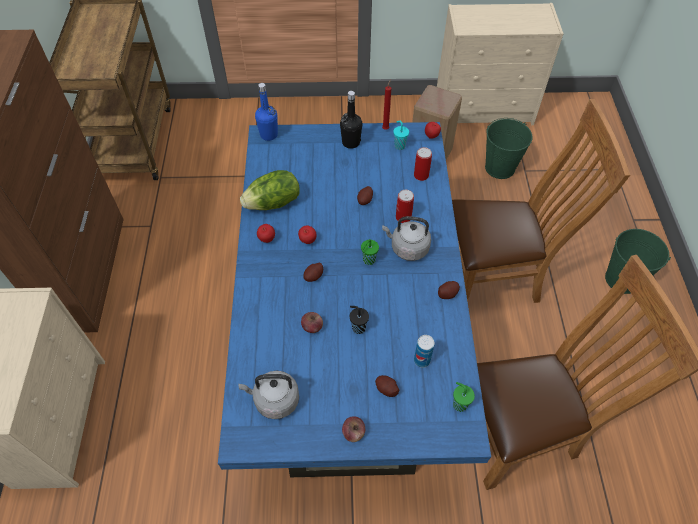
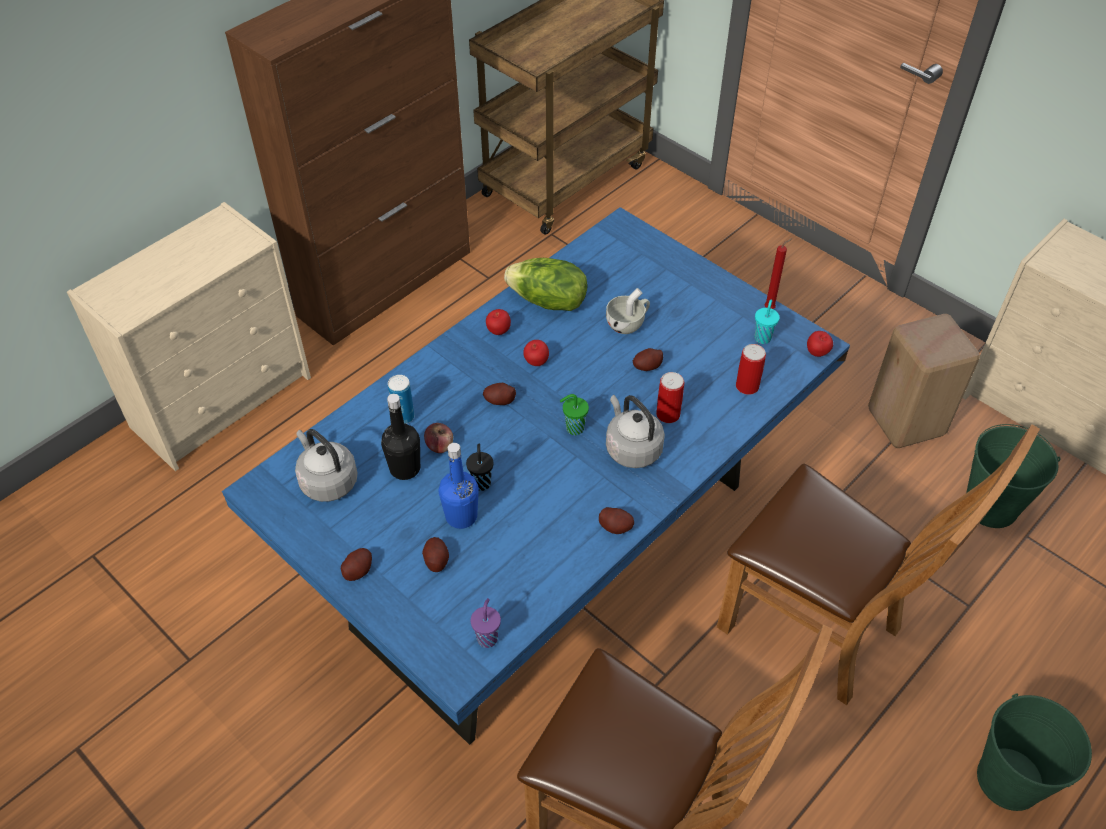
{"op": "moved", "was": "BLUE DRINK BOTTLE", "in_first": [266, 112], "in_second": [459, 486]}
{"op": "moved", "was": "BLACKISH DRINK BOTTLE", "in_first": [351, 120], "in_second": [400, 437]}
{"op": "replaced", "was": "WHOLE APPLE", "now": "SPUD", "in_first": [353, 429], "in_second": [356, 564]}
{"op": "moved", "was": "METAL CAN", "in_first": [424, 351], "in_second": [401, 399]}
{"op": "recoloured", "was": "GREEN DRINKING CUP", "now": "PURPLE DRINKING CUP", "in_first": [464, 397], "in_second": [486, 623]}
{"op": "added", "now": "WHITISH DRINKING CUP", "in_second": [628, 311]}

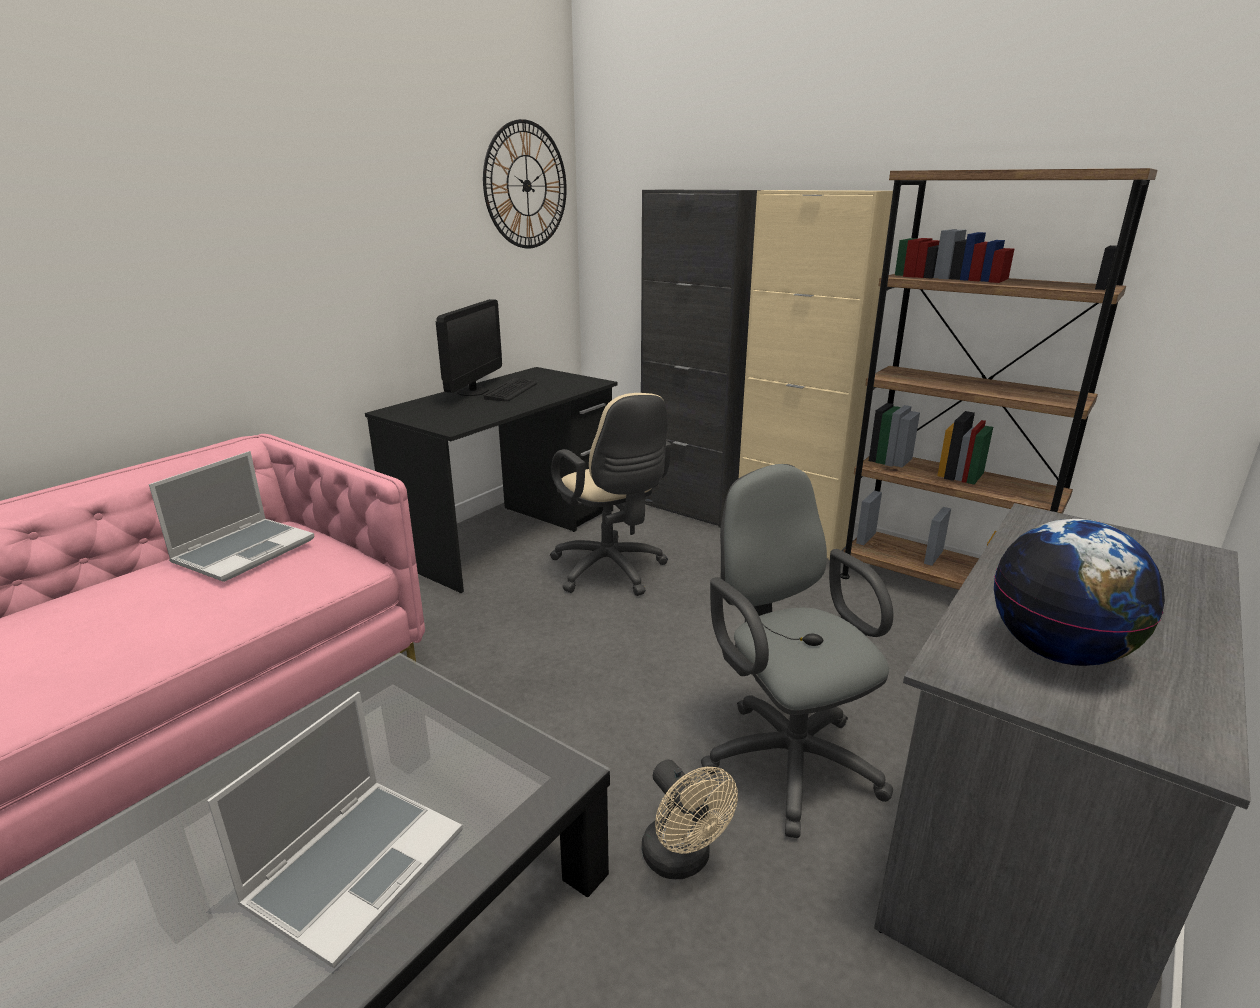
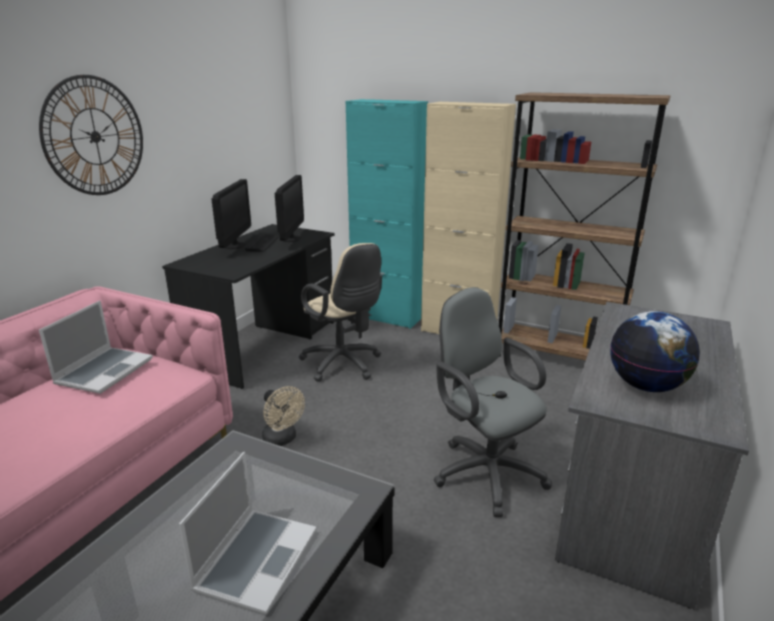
{"op": "moved", "was": "HANGING CLOCK", "in_first": [525, 183], "in_second": [91, 135]}
{"op": "recoloured", "was": "BLACKISH CABINET", "now": "TURQUOISE CABINET", "in_first": [699, 358], "in_second": [387, 214]}
{"op": "moved", "was": "SAND-COLOURED FAN", "in_first": [690, 819], "in_second": [283, 416]}
{"op": "added", "now": "COMPUTER DISPLAY", "in_second": [289, 208]}

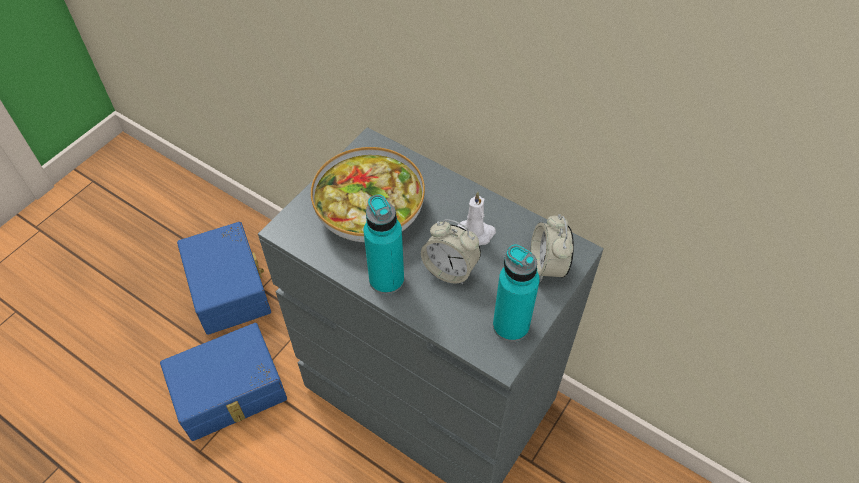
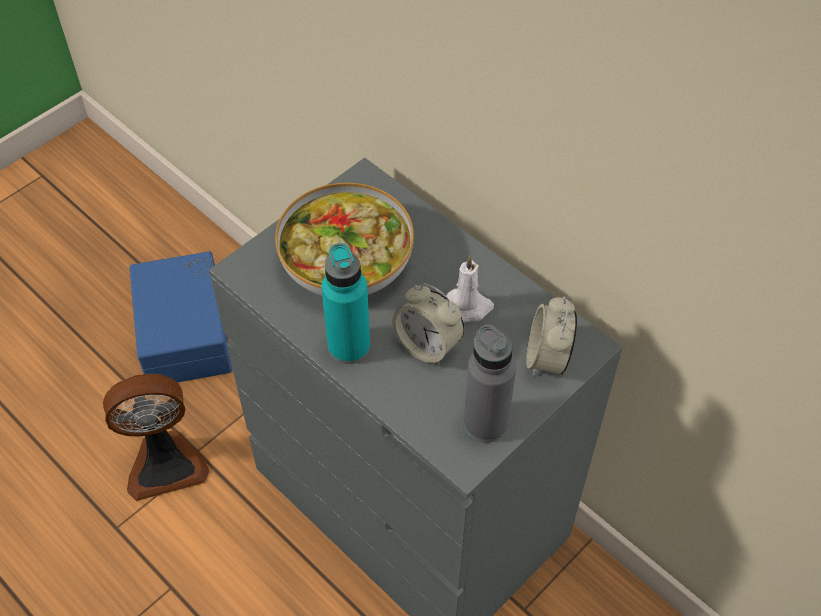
{"op": "replaced", "was": "BLUE STORAGE BOX", "now": "FAN", "in_first": [223, 382], "in_second": [156, 437]}
{"op": "recoloured", "was": "TURQUOISE DRINK BOTTLE", "now": "GREY DRINK BOTTLE", "in_first": [516, 293], "in_second": [490, 383]}

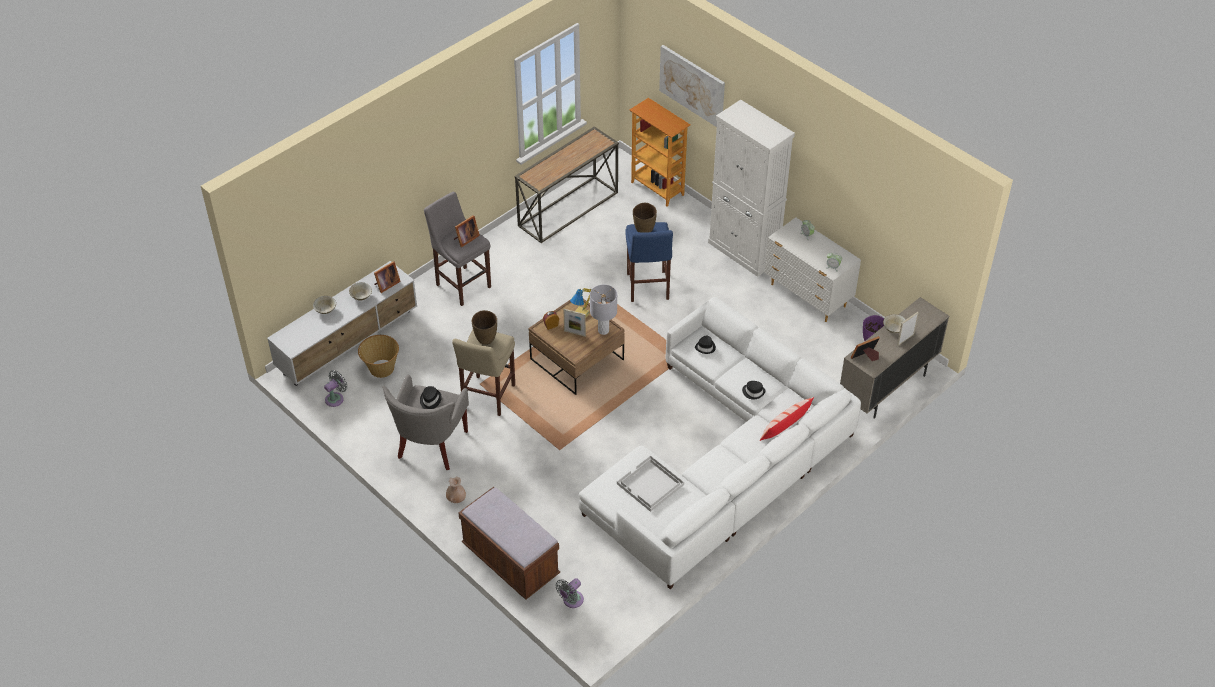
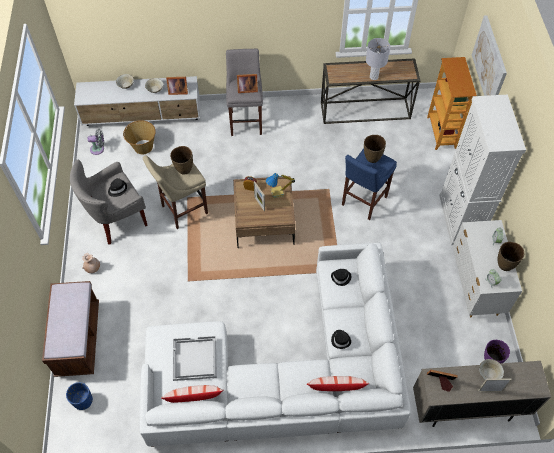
{"op": "replaced", "was": "GREY FAN", "now": "BLUE PLANT POT", "in_first": [570, 593], "in_second": [79, 396]}
{"op": "moved", "was": "GREY TABLE LAMP", "in_first": [603, 309], "in_second": [378, 59]}
{"op": "added", "now": "THROW PILLOW", "in_second": [192, 394]}
{"op": "added", "now": "BROWN VASE", "in_second": [511, 256]}

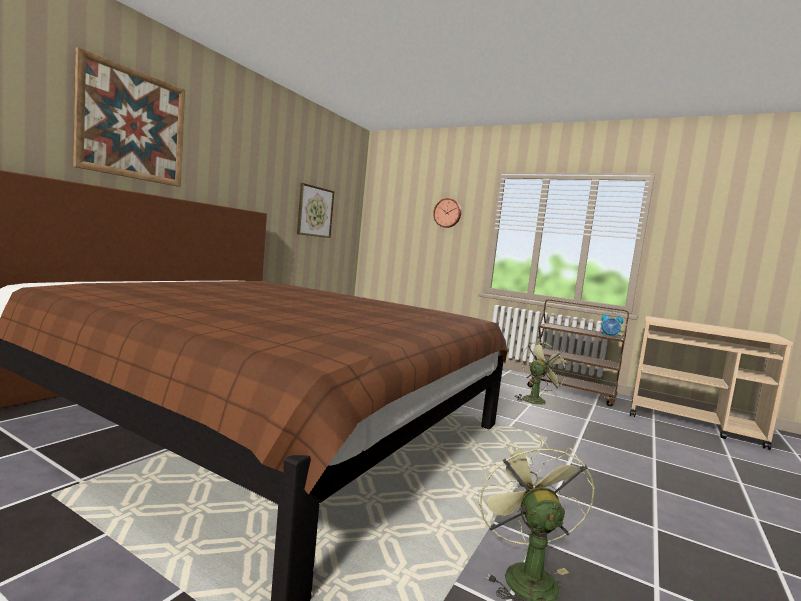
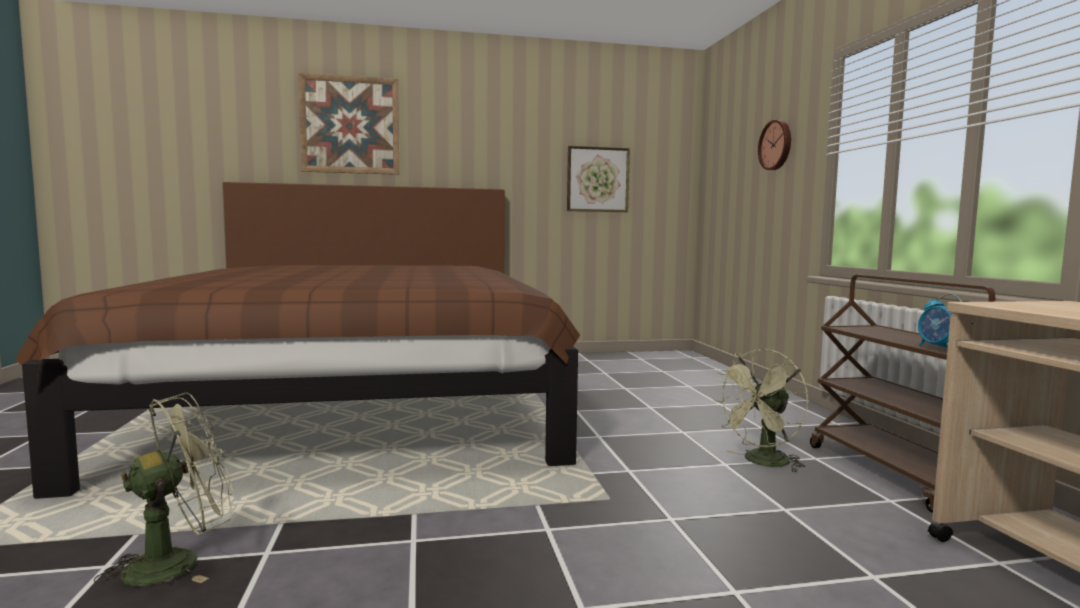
{"op": "turned", "was": "GREEN FAN", "in_first": [542, 373], "in_second": [760, 411], "clockwise": 135}

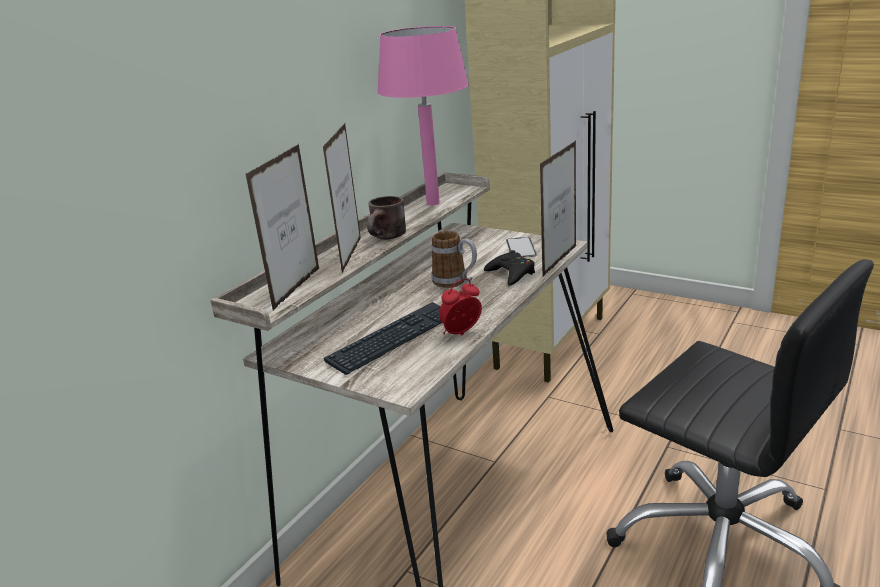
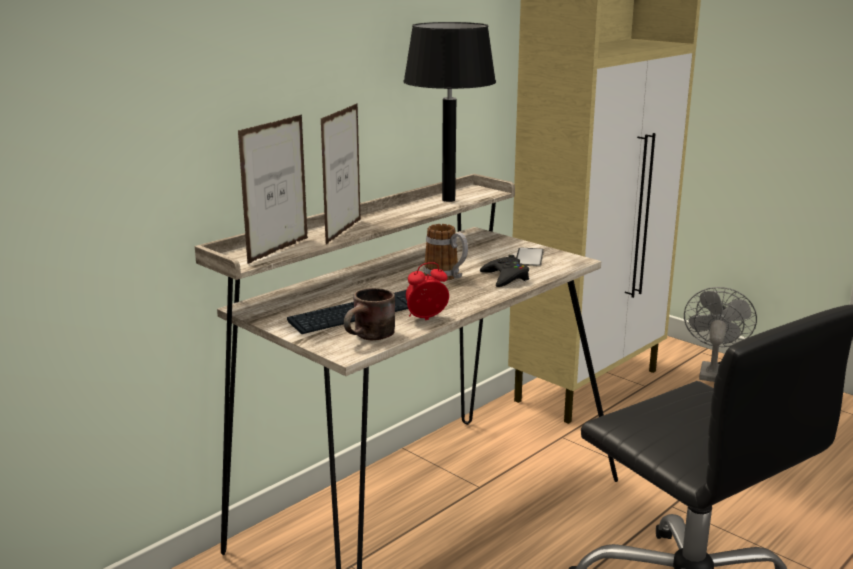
{"op": "moved", "was": "BROWN TEA MUG", "in_first": [386, 218], "in_second": [369, 314]}
{"op": "recoloured", "was": "PINK-COLOURED TABLE LAMP", "now": "BLACKISH TABLE LAMP", "in_first": [423, 115], "in_second": [449, 112]}
{"op": "removed", "was": "PICTURE FRAME", "in_first": [558, 208]}
{"op": "added", "now": "GREY FAN", "in_second": [720, 334]}

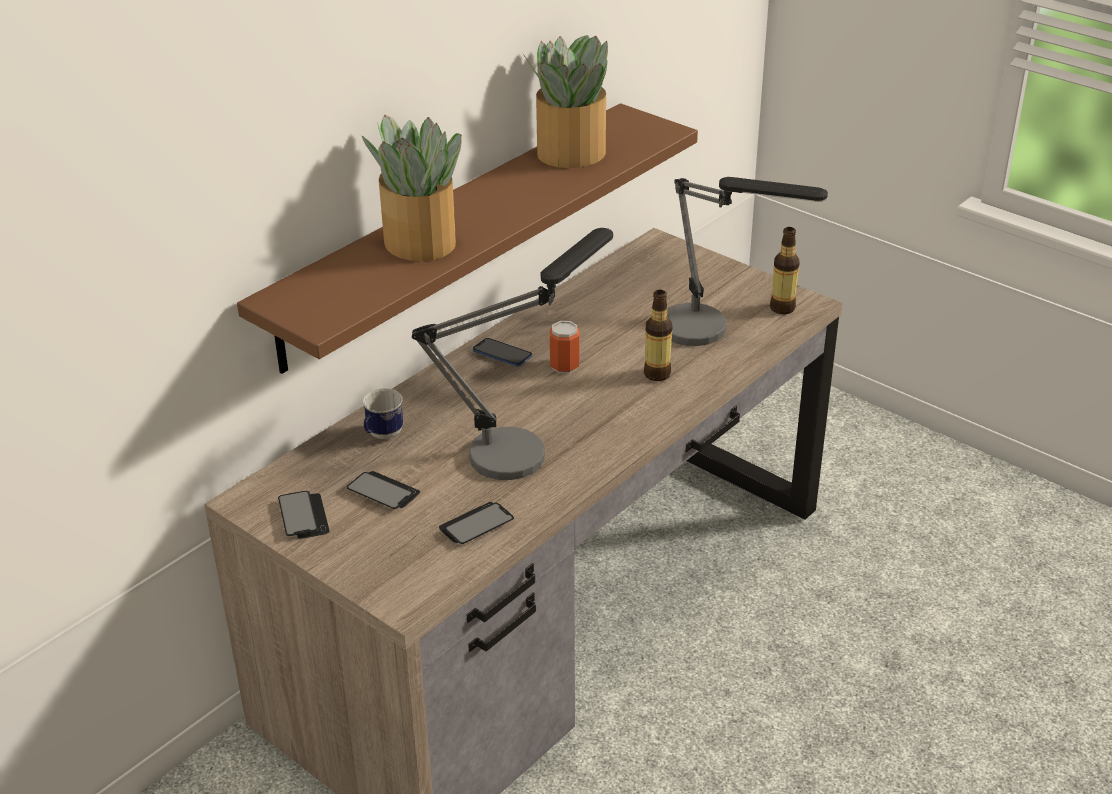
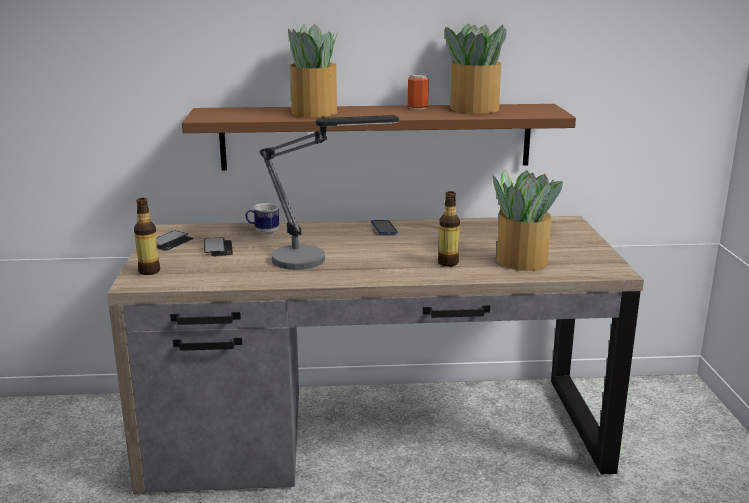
{"op": "removed", "was": "PHONE", "in_first": [476, 523]}
{"op": "moved", "was": "METAL CAN", "in_first": [565, 347], "in_second": [418, 91]}
{"op": "replaced", "was": "TABLE LAMP", "now": "PLANT IN A POT", "in_first": [747, 261], "in_second": [528, 220]}
{"op": "moved", "was": "DRINK BOTTLE", "in_first": [785, 270], "in_second": [147, 236]}

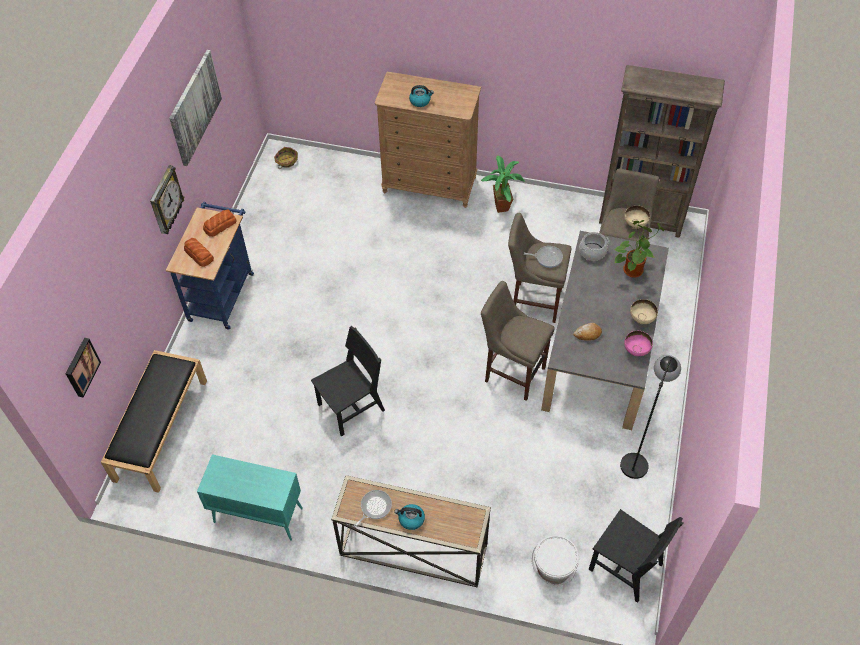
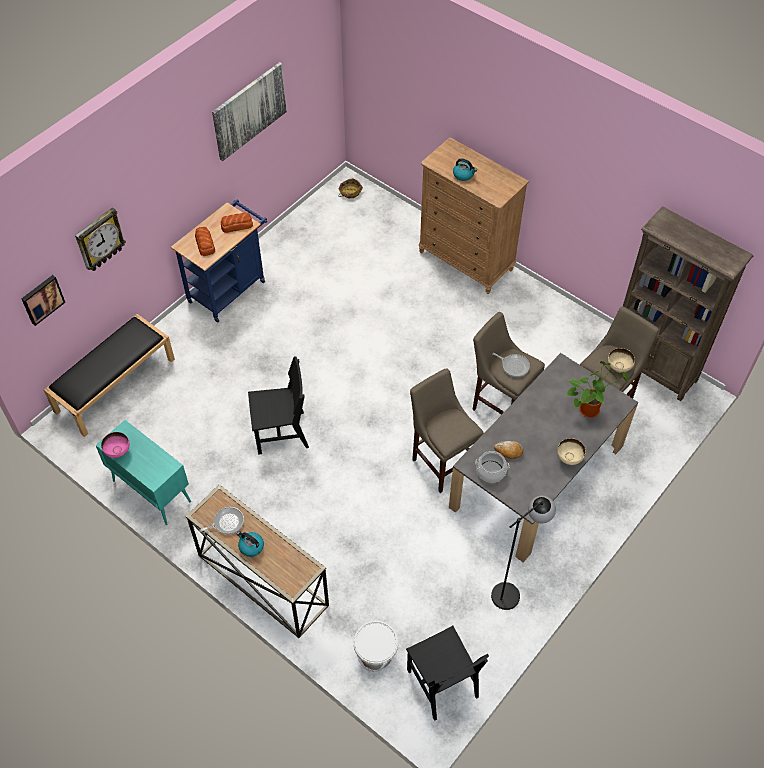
{"op": "moved", "was": "HANGING CLOCK", "in_first": [167, 199], "in_second": [100, 239]}
{"op": "removed", "was": "PLANT IN A POT", "in_first": [503, 184]}
{"op": "moved", "was": "COOKING POT", "in_first": [594, 246], "in_second": [492, 467]}
{"op": "moved", "was": "PINK-COLOURED BOWL", "in_first": [638, 343], "in_second": [115, 445]}

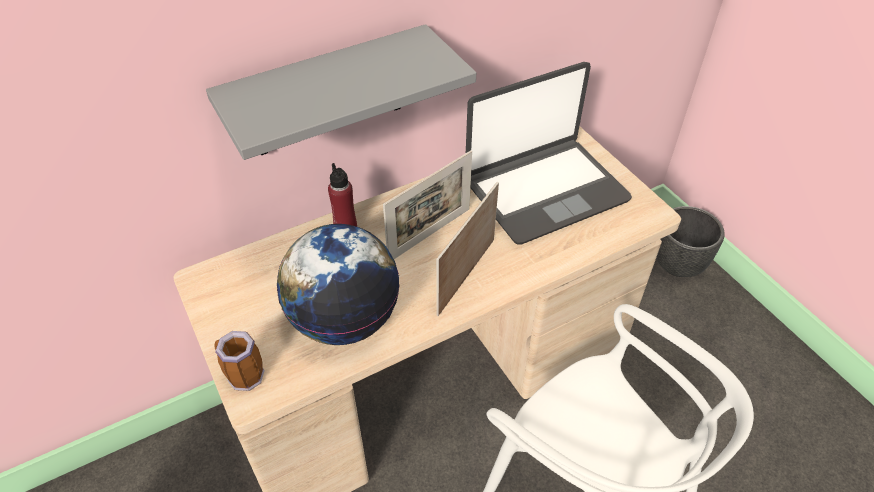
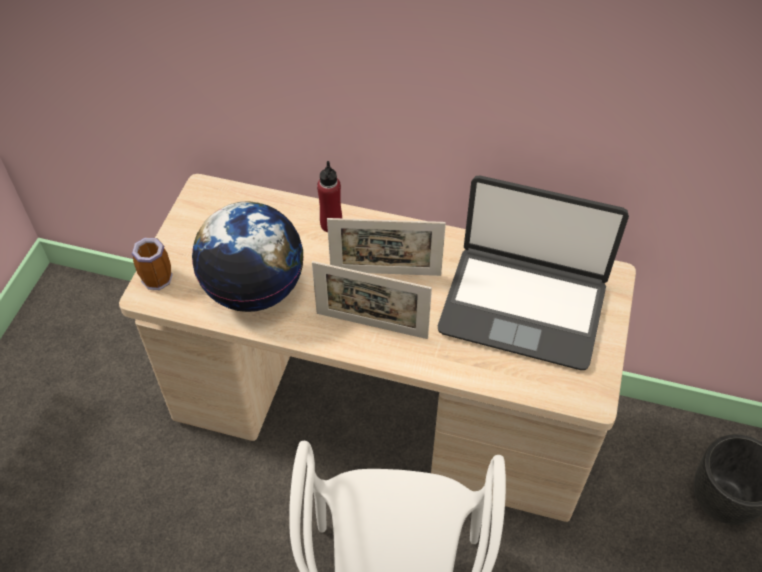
{"op": "removed", "was": "GREY SHELF", "in_first": [341, 92]}
{"op": "turned", "was": "PICTURE FRAME", "in_first": [467, 249], "in_second": [372, 300], "clockwise": -150}

